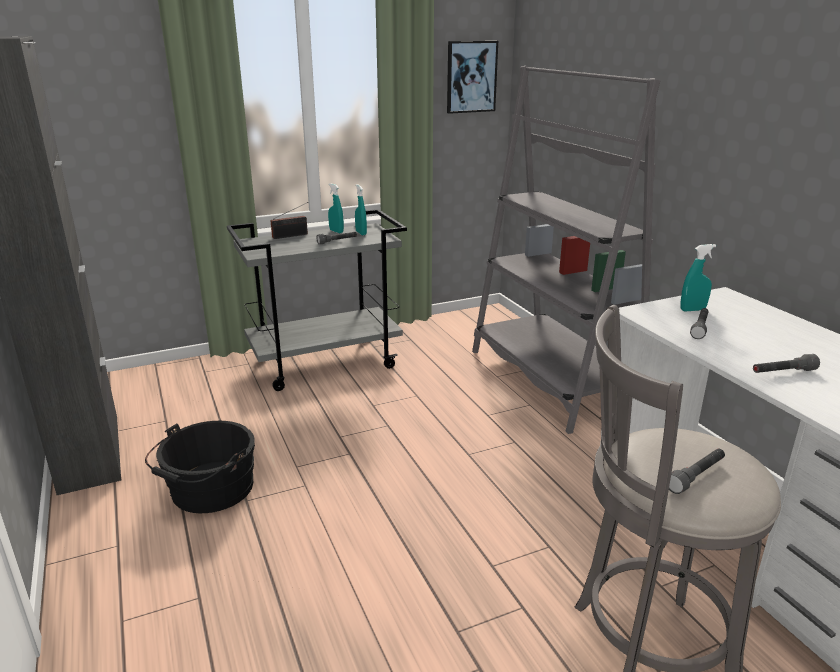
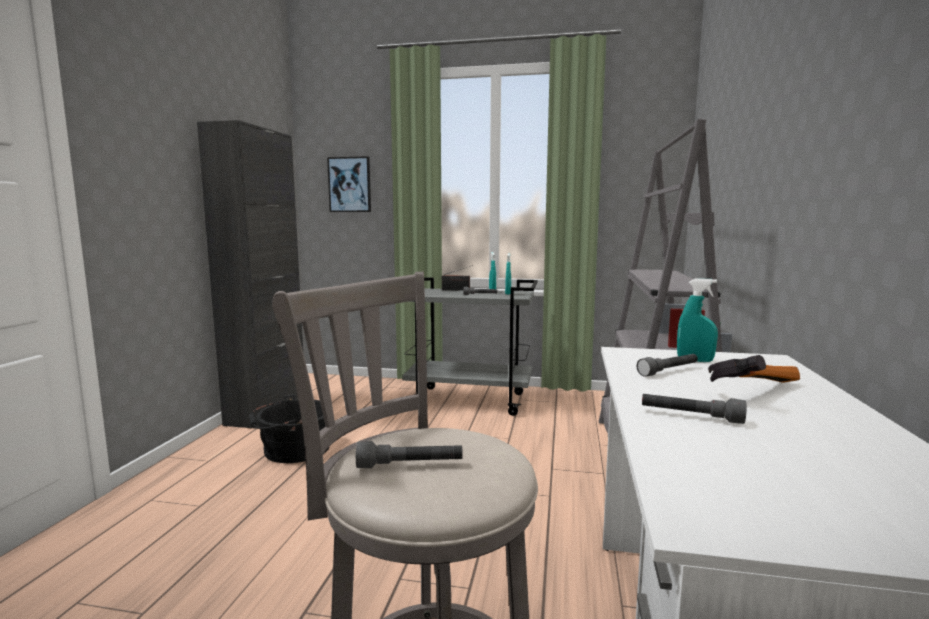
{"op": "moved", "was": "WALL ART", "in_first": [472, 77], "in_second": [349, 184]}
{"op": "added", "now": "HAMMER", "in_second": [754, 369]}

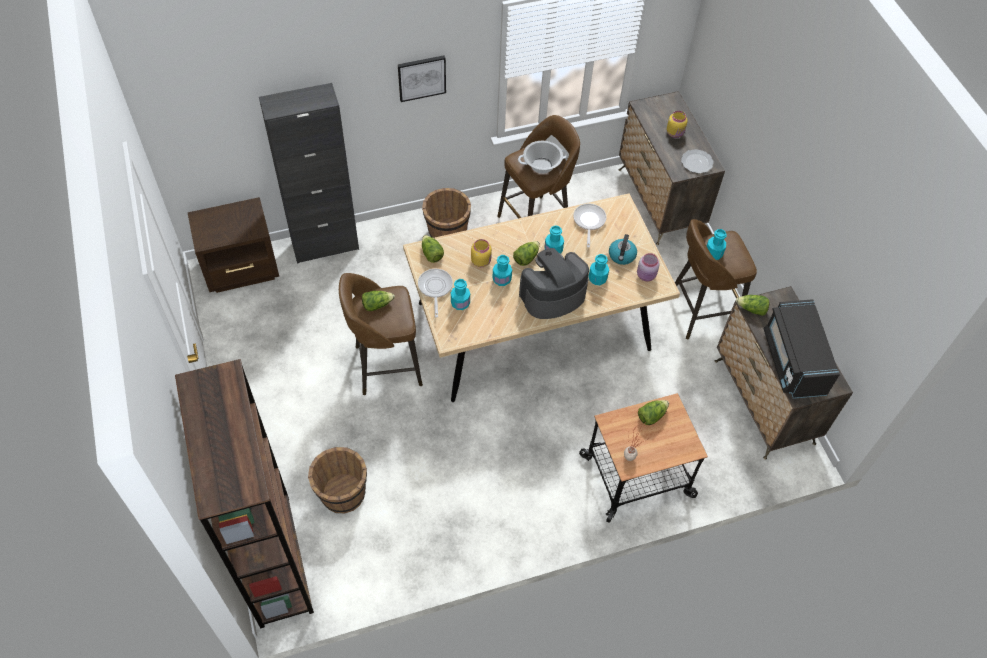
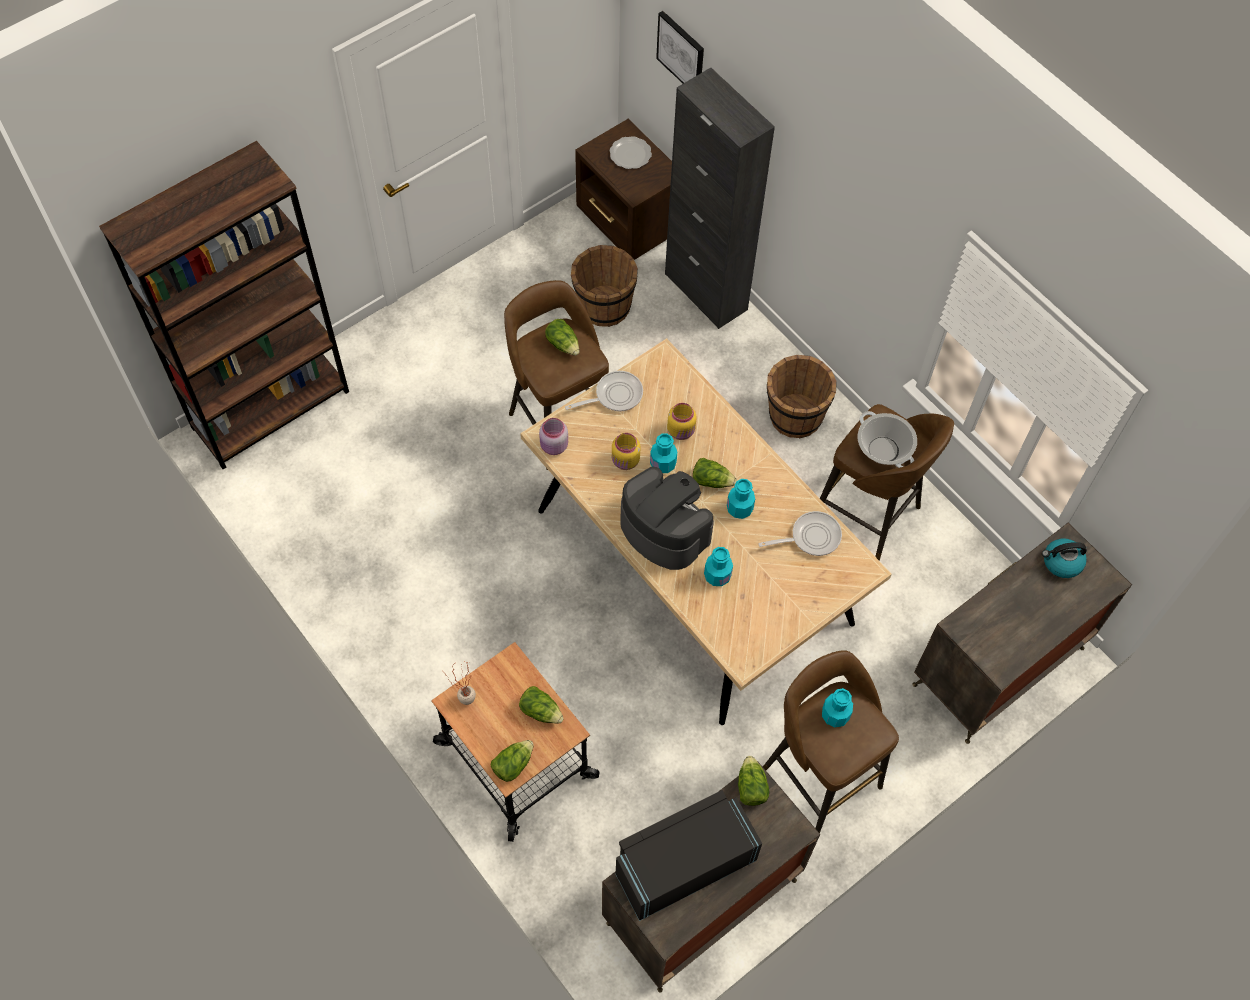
{"op": "moved", "was": "BROWN PAIL", "in_first": [337, 480], "in_second": [604, 286]}
{"op": "moved", "was": "WALL ART", "in_first": [422, 78], "in_second": [680, 47]}
{"op": "moved", "was": "LETTUCE HEAD", "in_first": [433, 249], "in_second": [512, 761]}
{"op": "removed", "was": "TURQUOISE DRINK BOTTLE", "in_first": [460, 294]}
{"op": "moved", "was": "KETTLE", "in_first": [623, 249], "in_second": [1064, 558]}
{"op": "moved", "was": "PINK-COLOURED PRESERVE JAR", "in_first": [648, 267], "in_second": [553, 436]}
{"op": "moved", "was": "YELLOWISH PRESERVE JAR", "in_first": [677, 124], "in_second": [626, 451]}
{"op": "moved", "was": "FLAT DISH", "in_first": [697, 161], "in_second": [631, 152]}

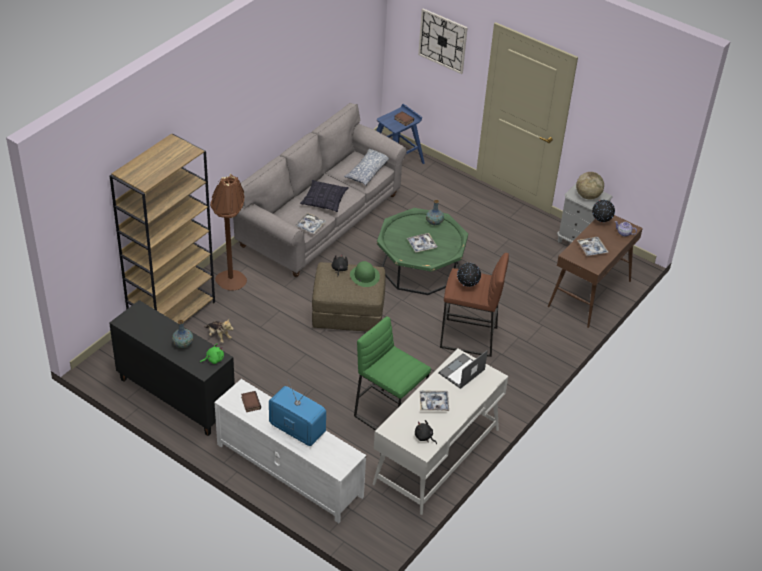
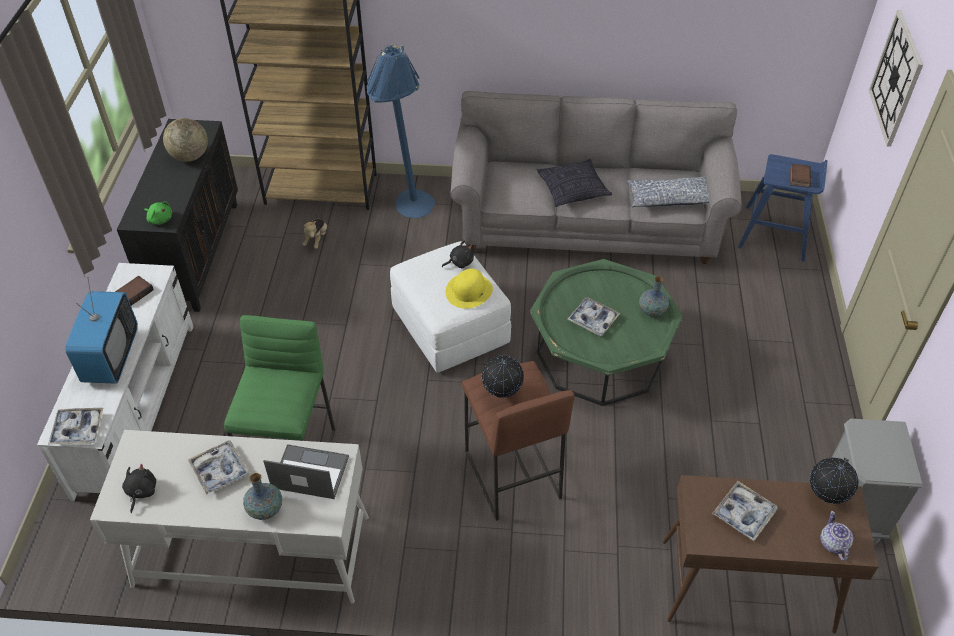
{"op": "moved", "was": "VASE", "in_first": [182, 334], "in_second": [262, 496]}
{"op": "recoloured", "was": "BROWN FLOOR LAMP", "now": "BLUE FLOOR LAMP", "in_first": [228, 232], "in_second": [401, 131]}
{"op": "moved", "was": "SERVING TRAY", "in_first": [310, 223], "in_second": [75, 426]}
{"op": "recoloured", "was": "BROWN OTTOMAN", "now": "WHITISH OTTOMAN", "in_first": [348, 297], "in_second": [450, 307]}
{"op": "recoloured", "was": "GREEN HAT", "now": "YELLOWISH HAT", "in_first": [365, 274], "in_second": [469, 289]}
{"op": "moved", "was": "GLOBE", "in_first": [590, 186], "in_second": [185, 140]}

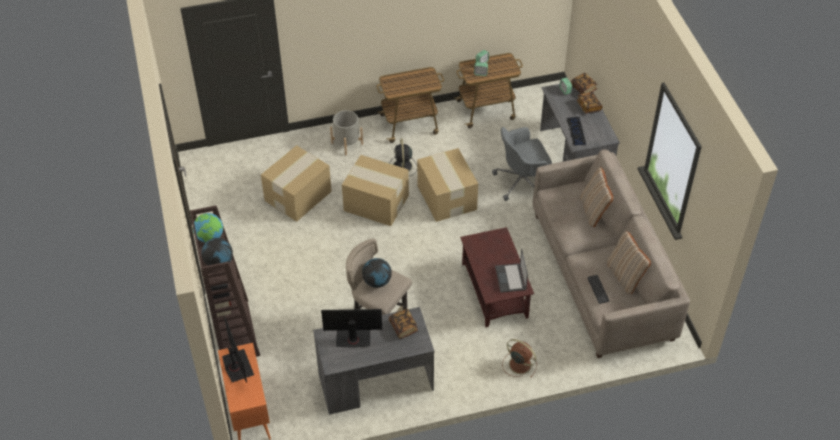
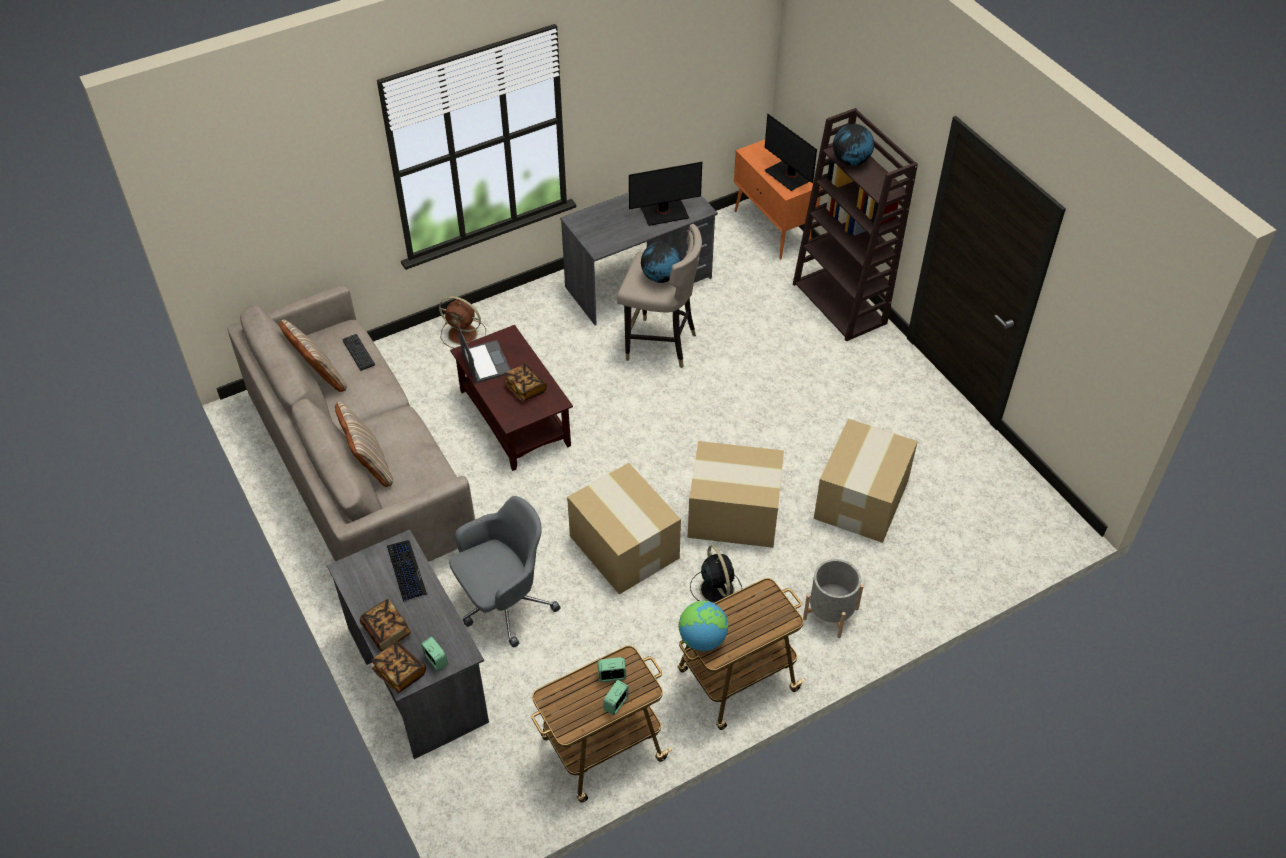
{"op": "moved", "was": "GLOBE", "in_first": [208, 228], "in_second": [704, 626]}
{"op": "moved", "was": "BOOK", "in_first": [403, 324], "in_second": [525, 382]}

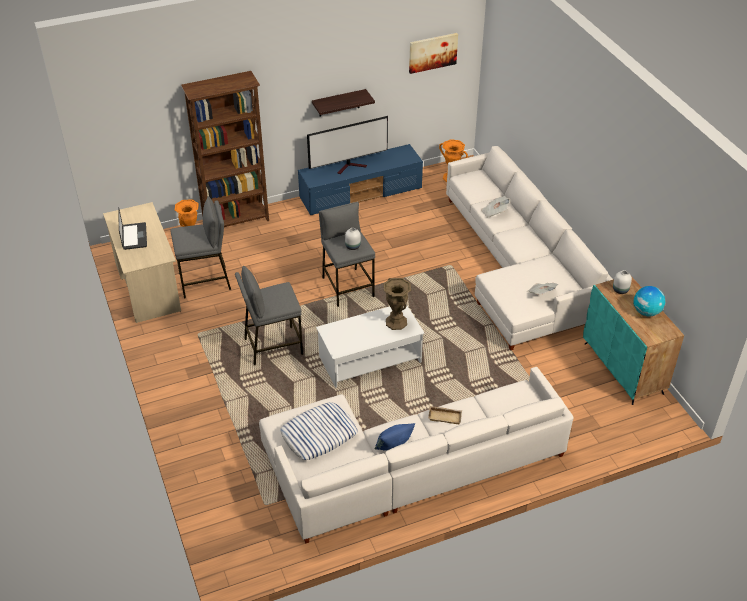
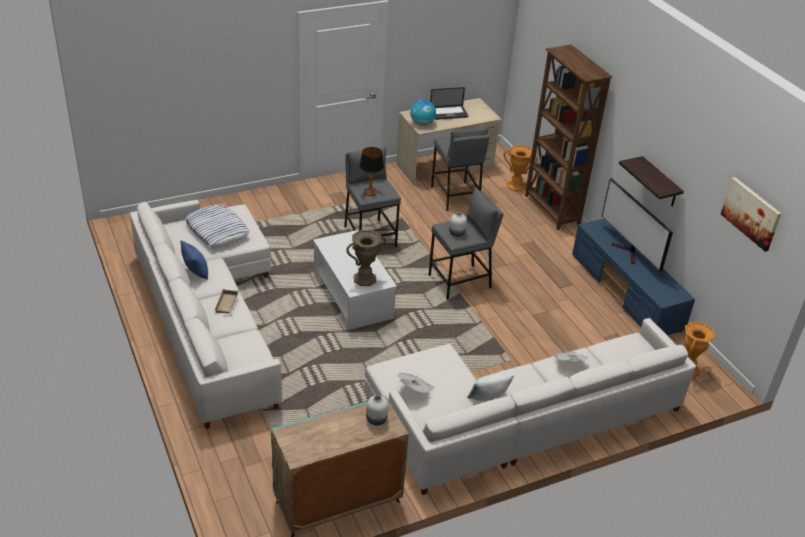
{"op": "moved", "was": "GLOBE", "in_first": [649, 301], "in_second": [423, 113]}
{"op": "added", "now": "TABLE LAMP", "in_second": [371, 171]}
{"op": "added", "now": "WHITISH THROW PILLOW", "in_second": [490, 388]}

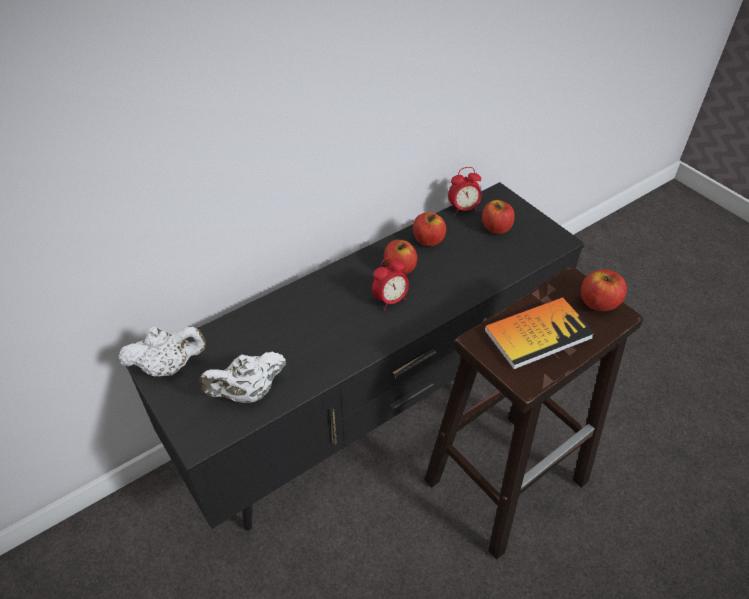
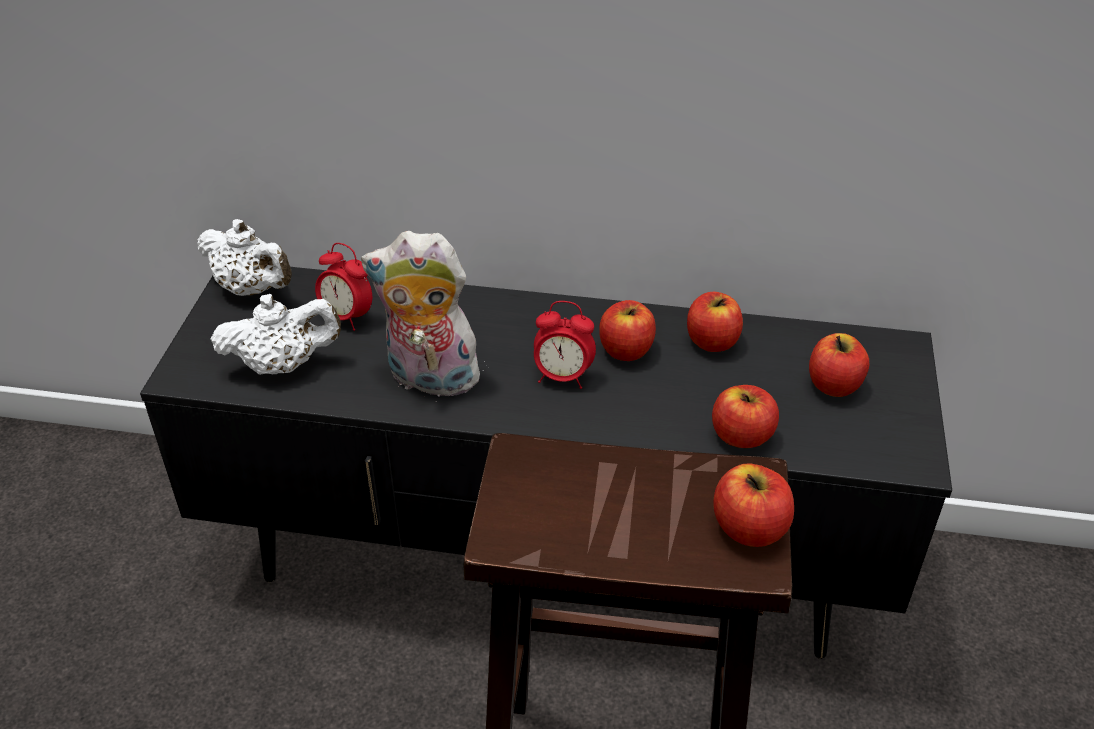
{"op": "turned", "was": "WHITISH POT FOR TEA", "in_first": [242, 377], "in_second": [276, 334], "clockwise": 150}
{"op": "moved", "was": "ALARM CLOCK", "in_first": [465, 191], "in_second": [343, 287]}
{"op": "removed", "was": "BOOK", "in_first": [539, 333]}
{"op": "added", "now": "PLUSH TOY", "in_second": [423, 314]}
{"op": "added", "now": "WHOLE APPLE", "in_second": [745, 416]}

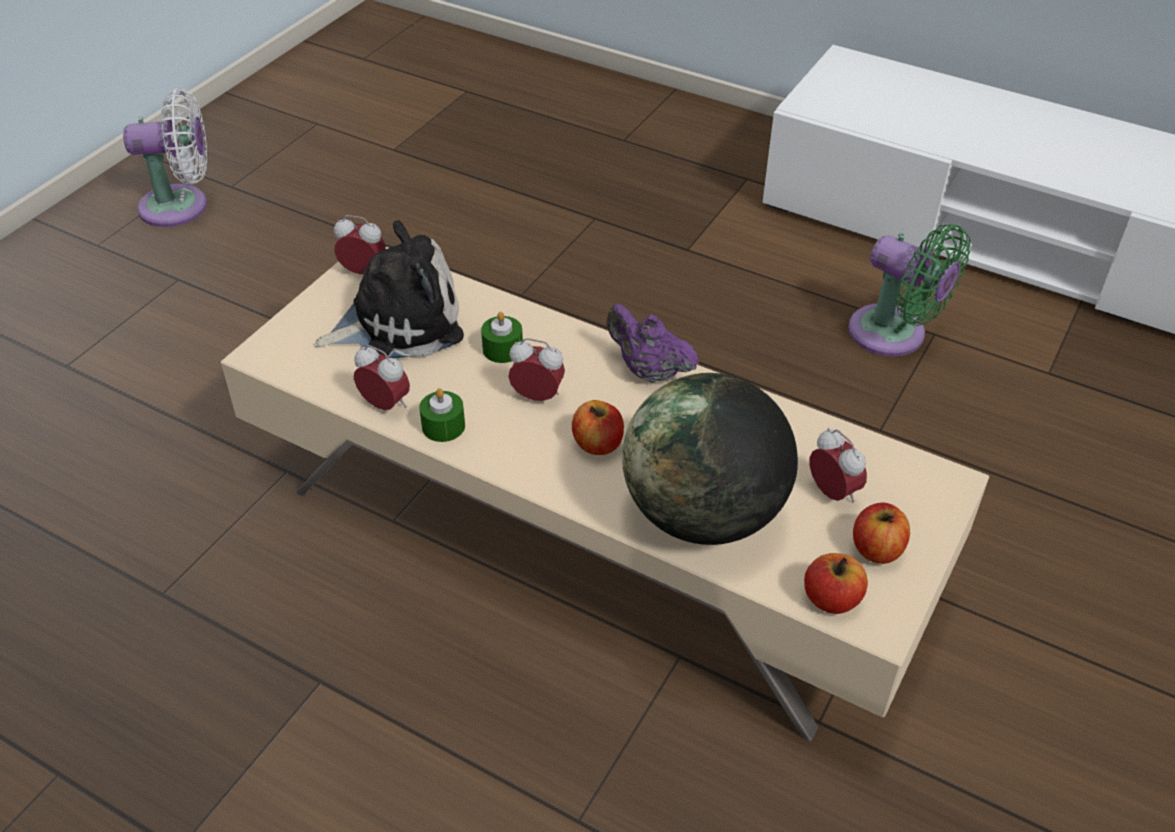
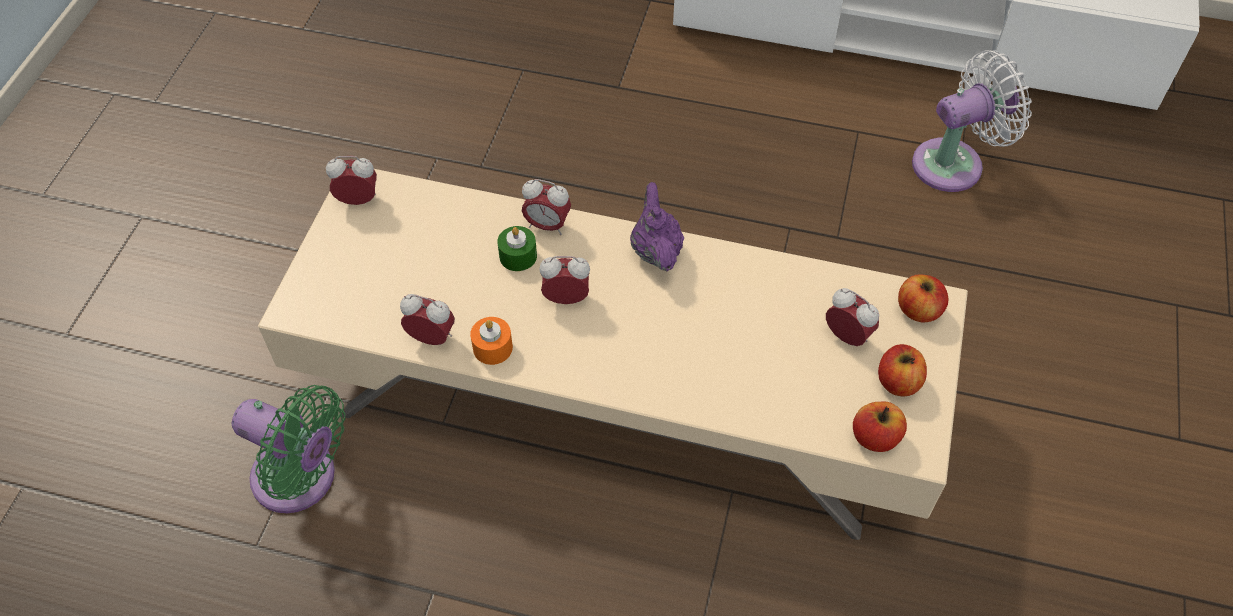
{"op": "moved", "was": "WHITISH FAN", "in_first": [165, 157], "in_second": [972, 121]}
{"op": "removed", "was": "PLUSH TOY", "in_first": [389, 289]}
{"op": "recoloured", "was": "GREEN WAX CANDLE", "now": "ORANGEY WAX CANDLE", "in_first": [442, 415], "in_second": [491, 341]}
{"op": "moved", "was": "WHOLE APPLE", "in_first": [598, 427], "in_second": [923, 298]}
{"op": "turned", "was": "PURPLE POT FOR TEA", "in_first": [652, 343], "in_second": [657, 226], "clockwise": 60}
{"op": "removed", "was": "GLOBE", "in_first": [710, 459]}
{"op": "moved", "was": "GREEN FAN", "in_first": [909, 290], "in_second": [288, 449]}
{"op": "added", "now": "ALARM CLOCK", "in_second": [546, 207]}

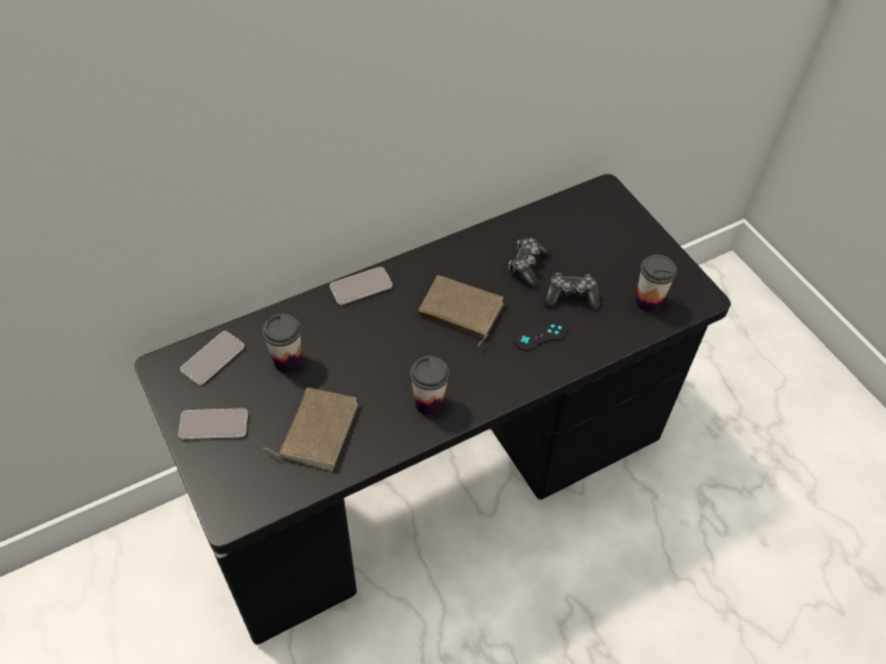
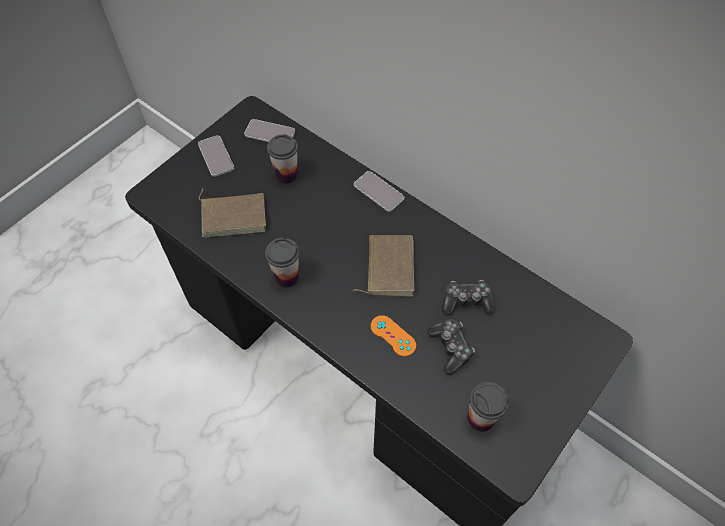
{"op": "recoloured", "was": "BLACKISH GAMEPAD", "now": "ORANGEY GAMEPAD", "in_first": [540, 335], "in_second": [393, 335]}

